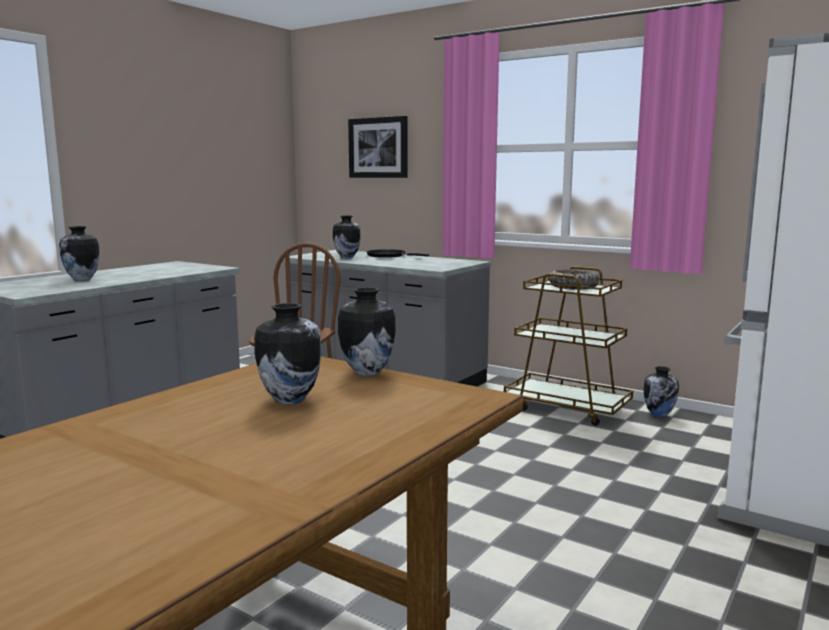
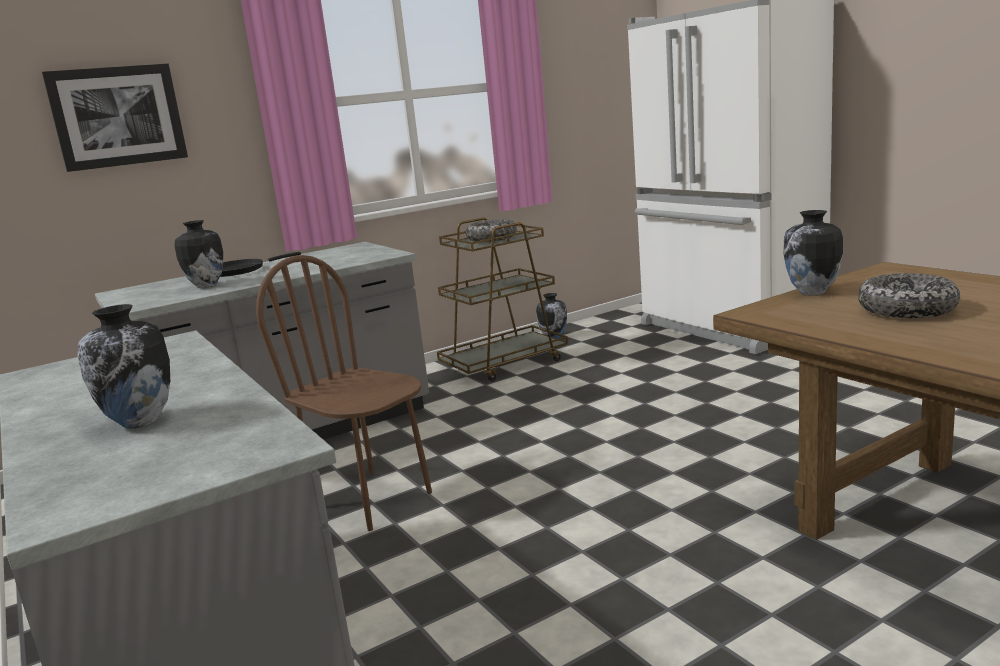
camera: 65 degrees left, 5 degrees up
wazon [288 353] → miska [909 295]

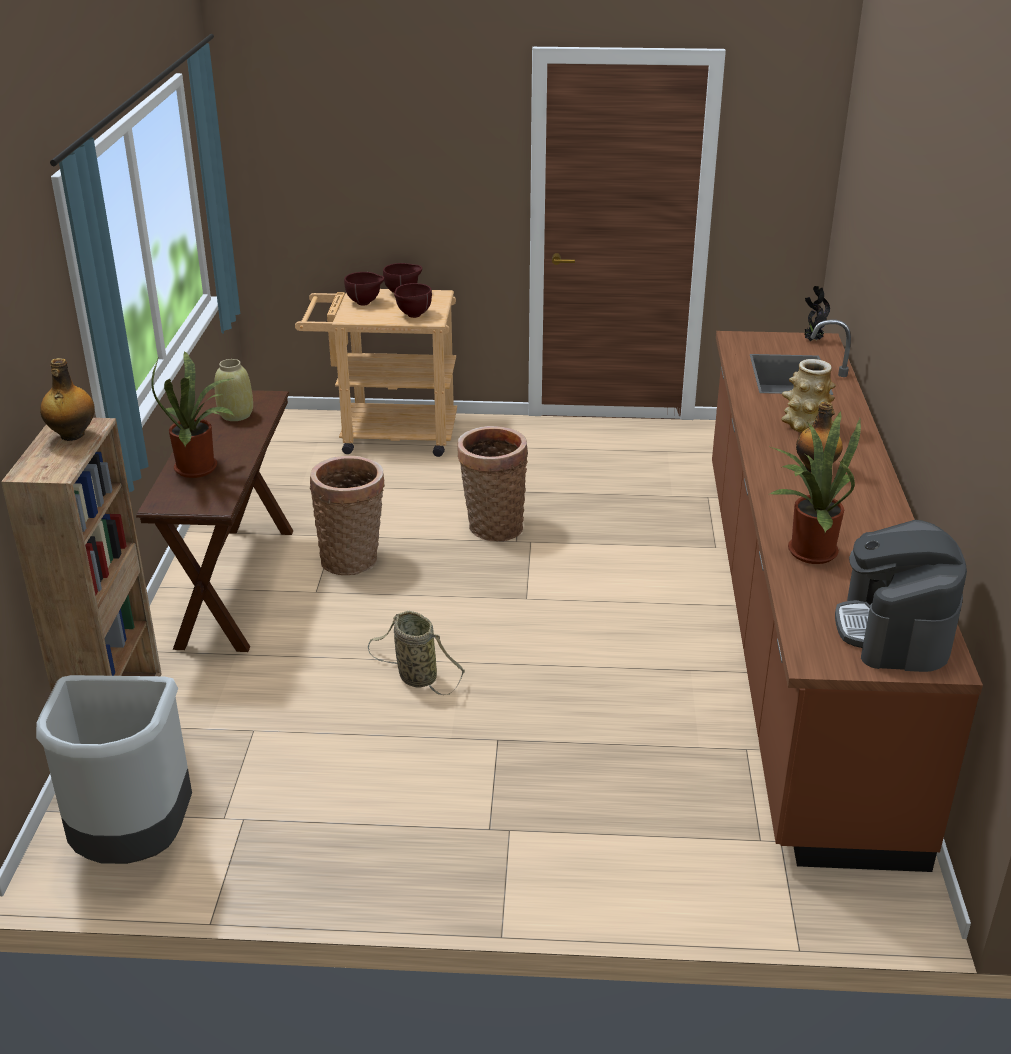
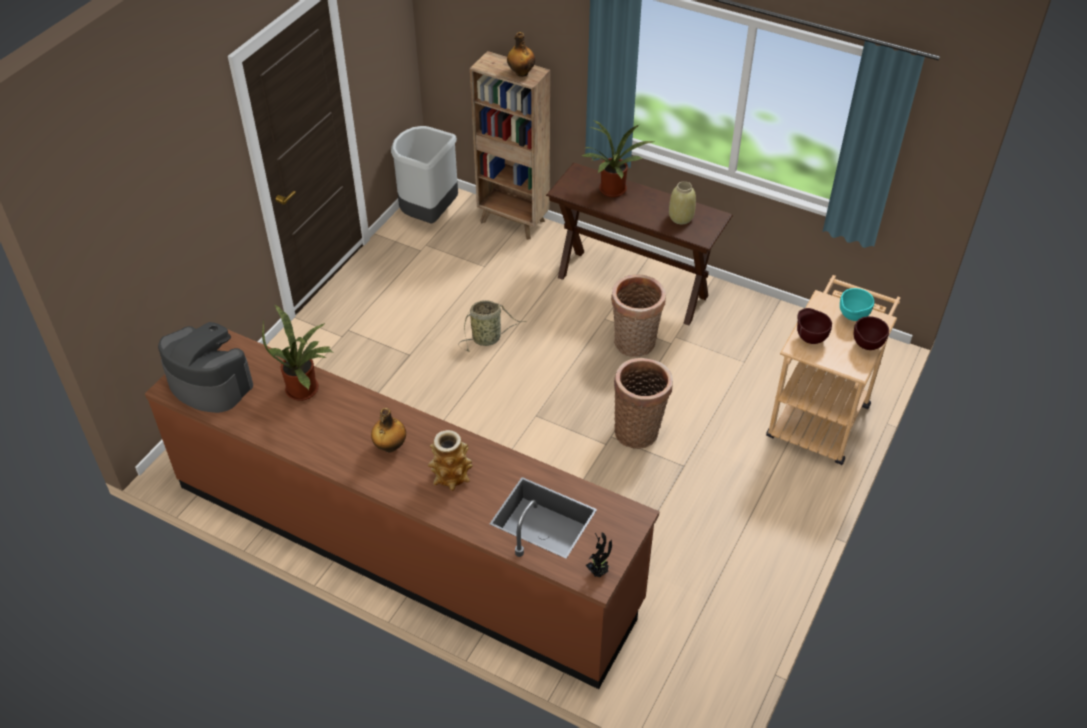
camera: 115 degrees right, 15 degrees up
miska (brązowy) [364 288] → miska (turkusowy) [857 304]

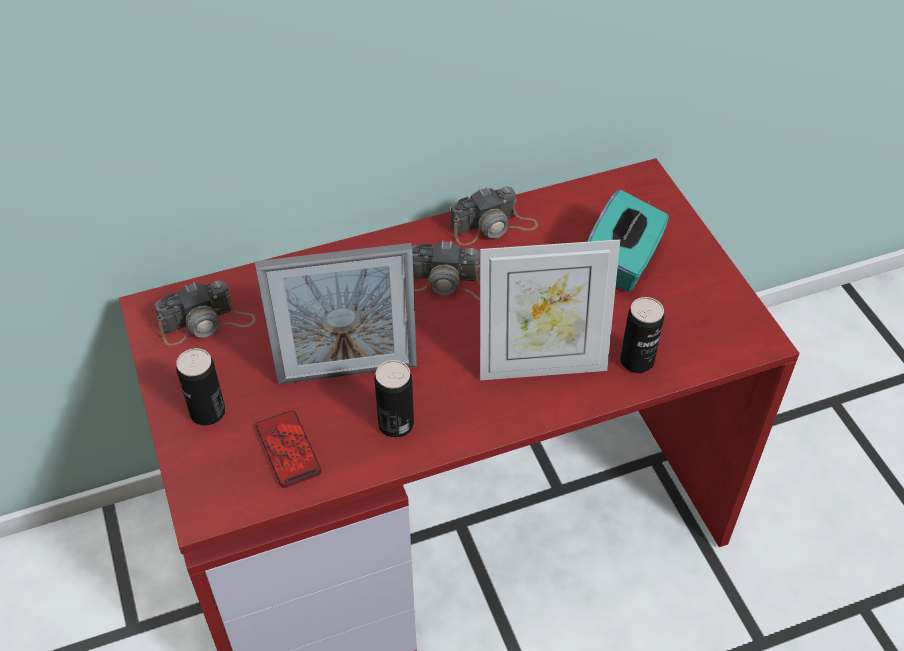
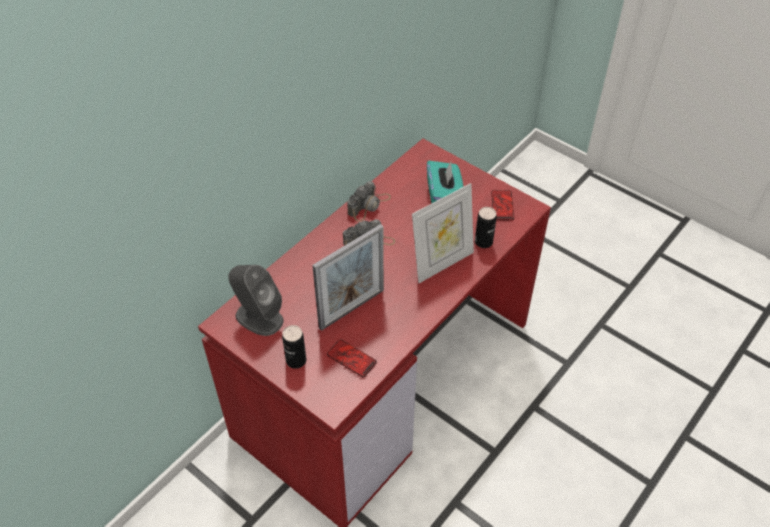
camera: 30 degrees left, 0 degrees up
aparat fotograficzny [205 313] → głośnik (szary) [256 300]
puszka [394 399] → -
- → telefon [502 205]

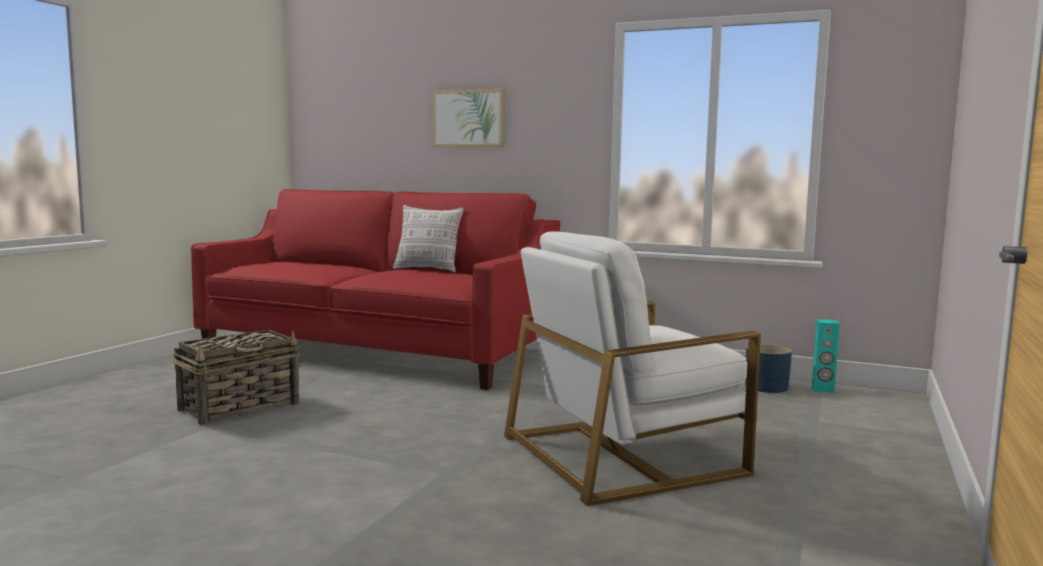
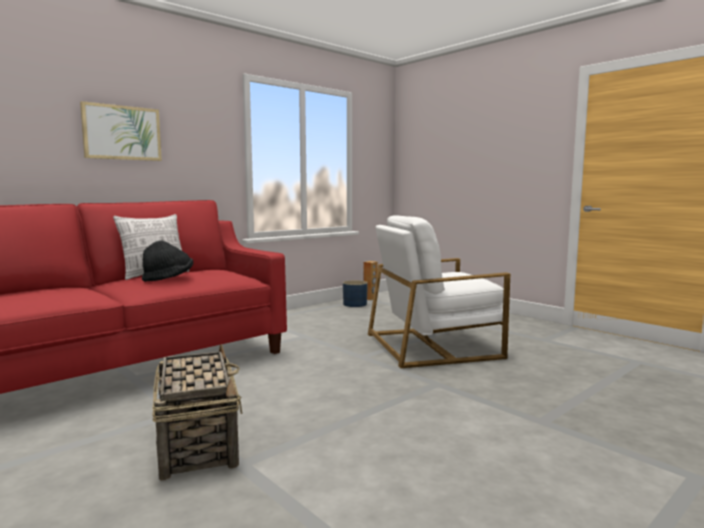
camera: 65 degrees left, 0 degrees up
fotel (biały) [632 368] → fotel (biały) [439 291], 75 degrees clockwise
głośnik (turkusowy) [826 356] → głośnik (brązowy) [371 280]
- → kapelusz (czarny) [167 261]

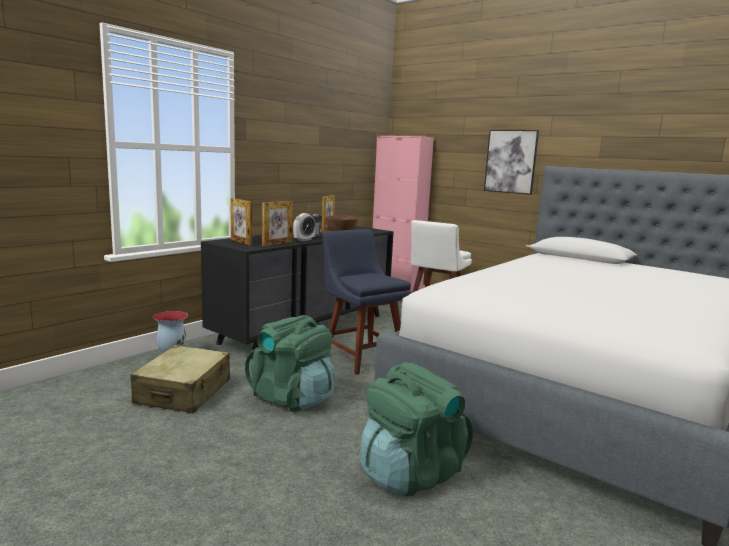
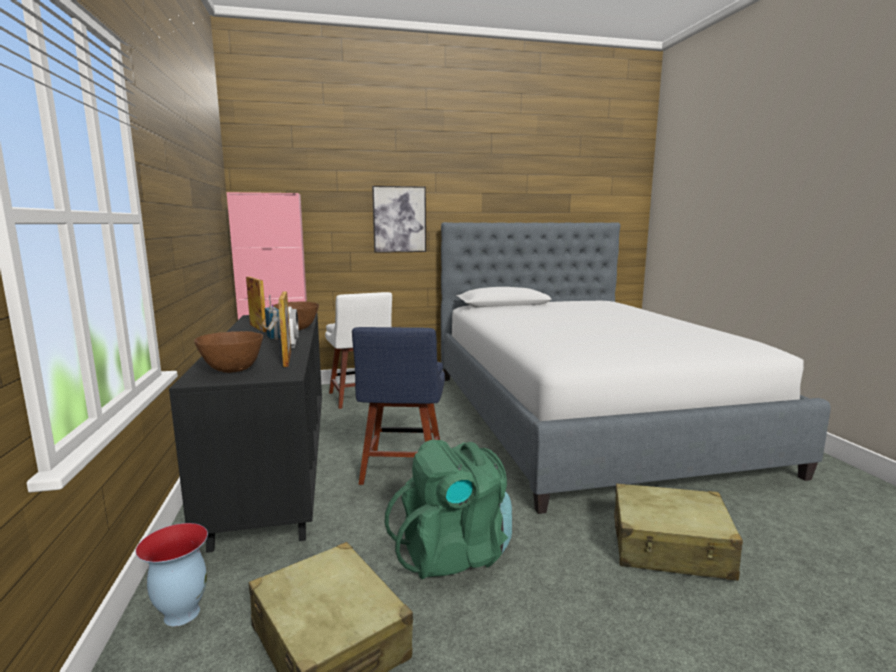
camera: 50 degrees left, 0 degrees up
ramka na zdjęcie [241 221] → miska (brązowy) [228 352]
krzesło (niebieski) [367 302] → krzesło (niebieski) [398 406], 90 degrees counterclockwise
plecak (zielony) [416 429] → walizka (beżowy) [678 532]

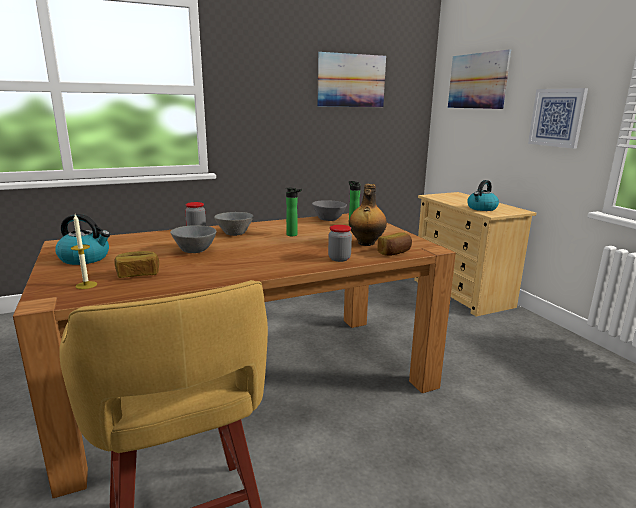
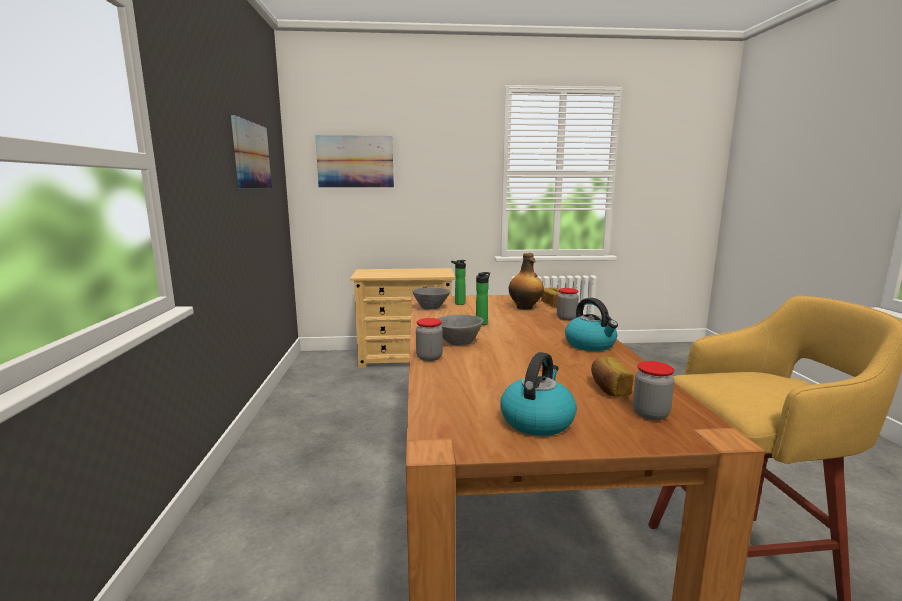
camera: 70 degrees left, 5 degrees down
obraz [558 118] → -
czajnik [483 195] → czajnik [591 324], moved
świeca [84 251] → słoik [653 390]
miska (szary) [193 239] → -

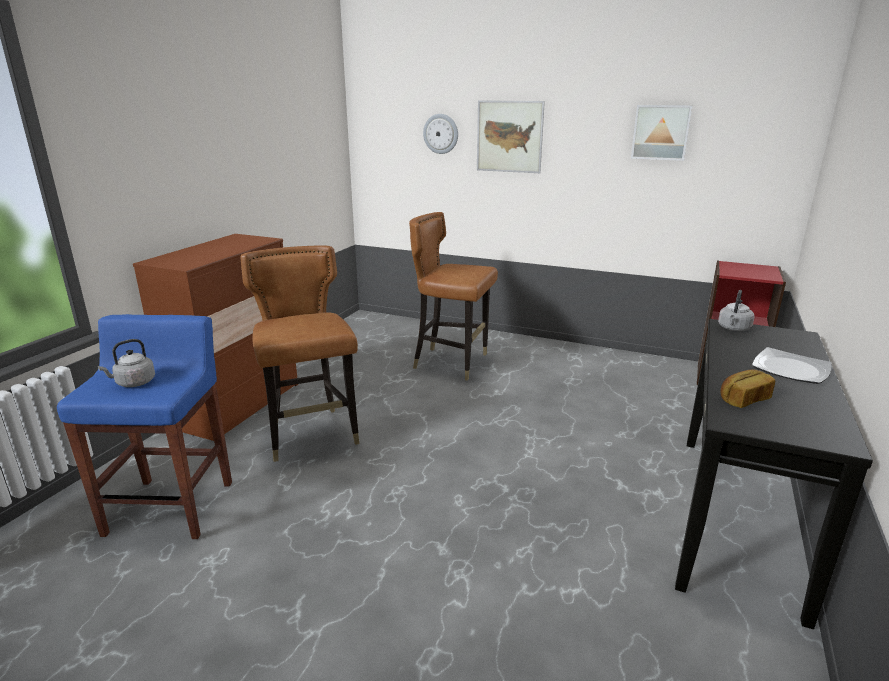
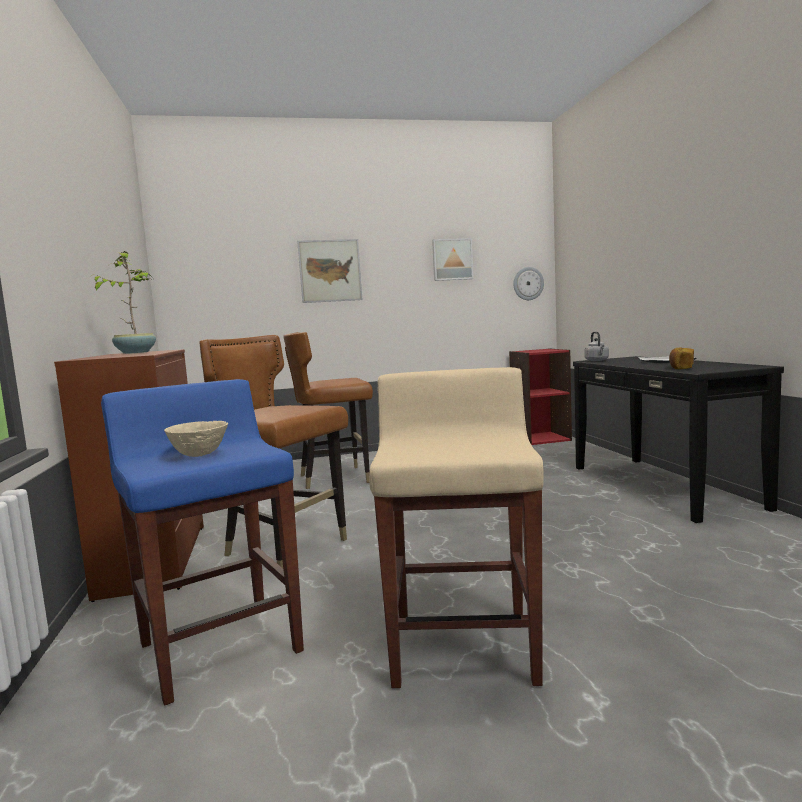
camera: 35 degrees left, 15 degrees down
zegar ścienny [440 134] → zegar ścienny [528 283], moved
czajnik (szary) [126 363] → miska (beżowy) [196 439]
- → roślina doniczkowa [123 302]
- → stołek (beżowy) [456 527]

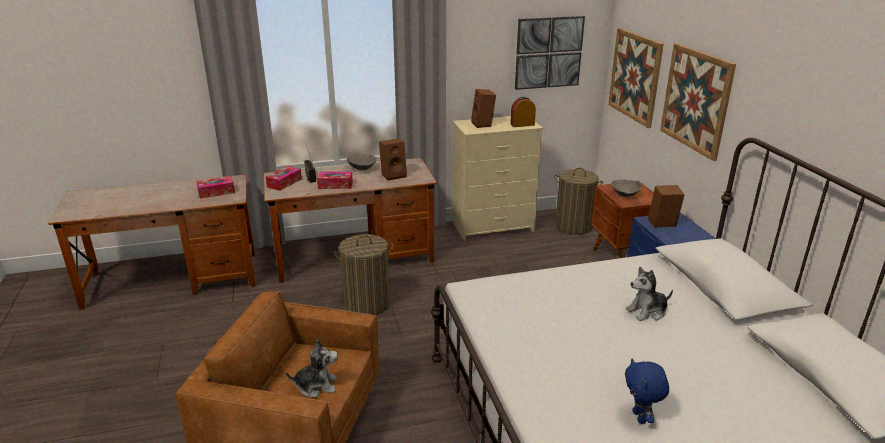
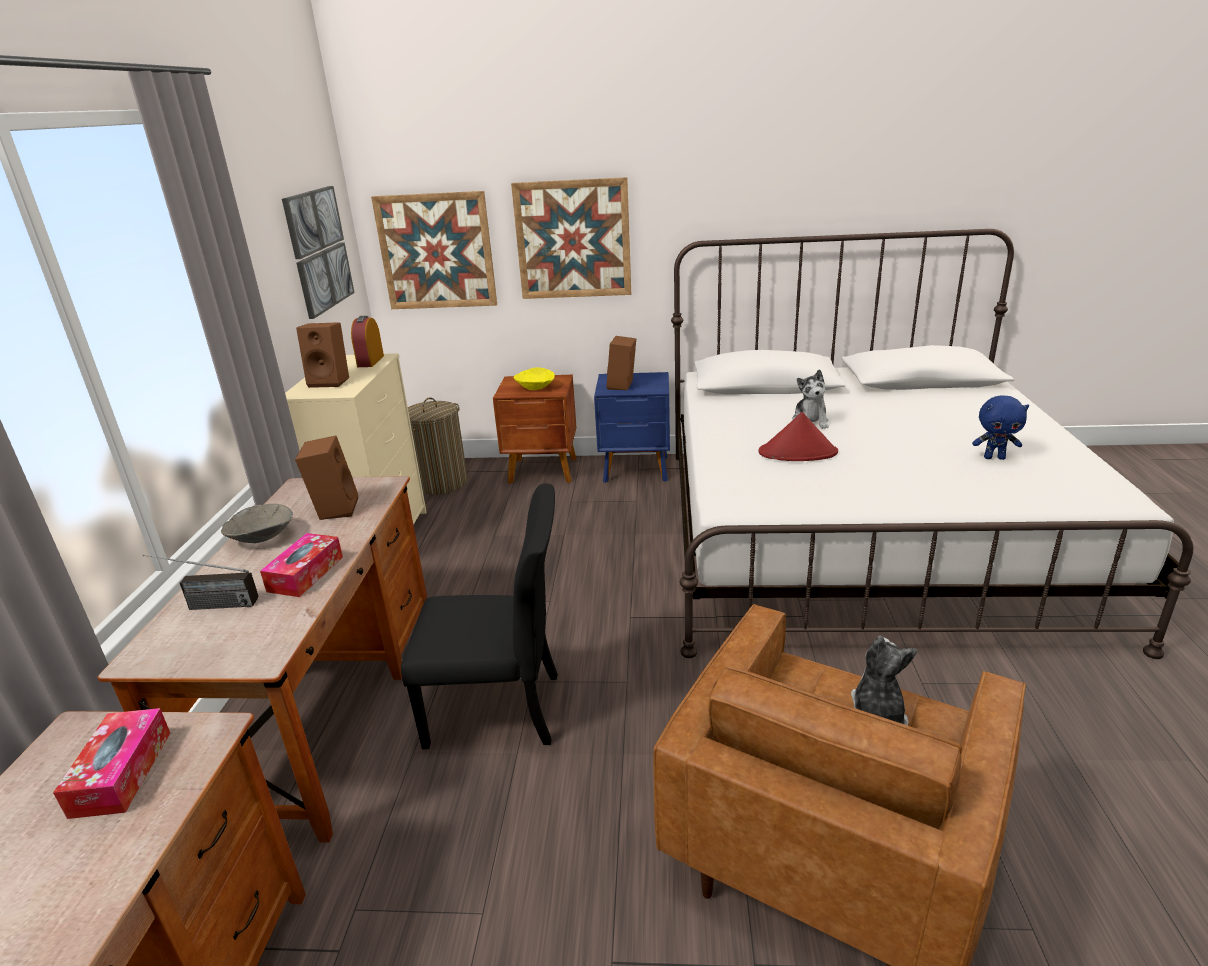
camera: 70 degrees left, 0 degrees up
pudełko chusteczek [284 178] → -
miska (szary) [626 188] → miska (żółty) [534 379]
kosz na pranie [363 274] → krzesło (czarny) [479 616]
- → kapelusz (czerwony) [798 436]

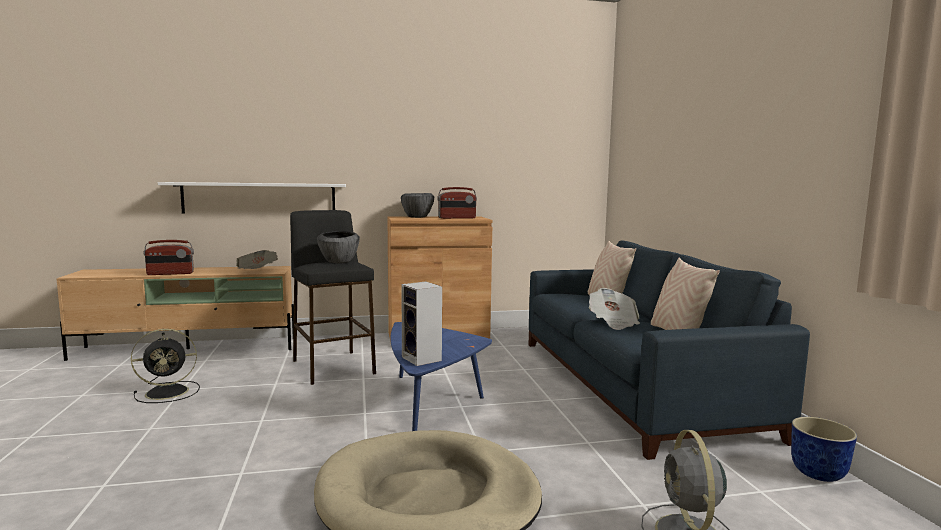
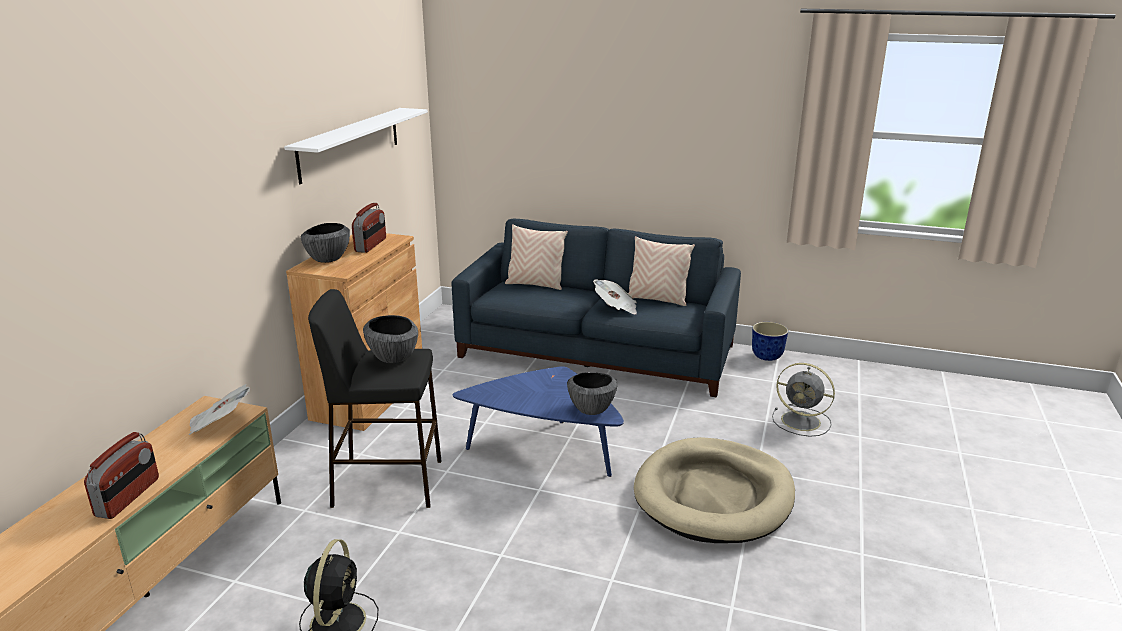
camera: 60 degrees left, 15 degrees up
półka (biały) [252 198] → półka (biały) [356 146], moved
głośnik [421 324] → miska [592 393]

